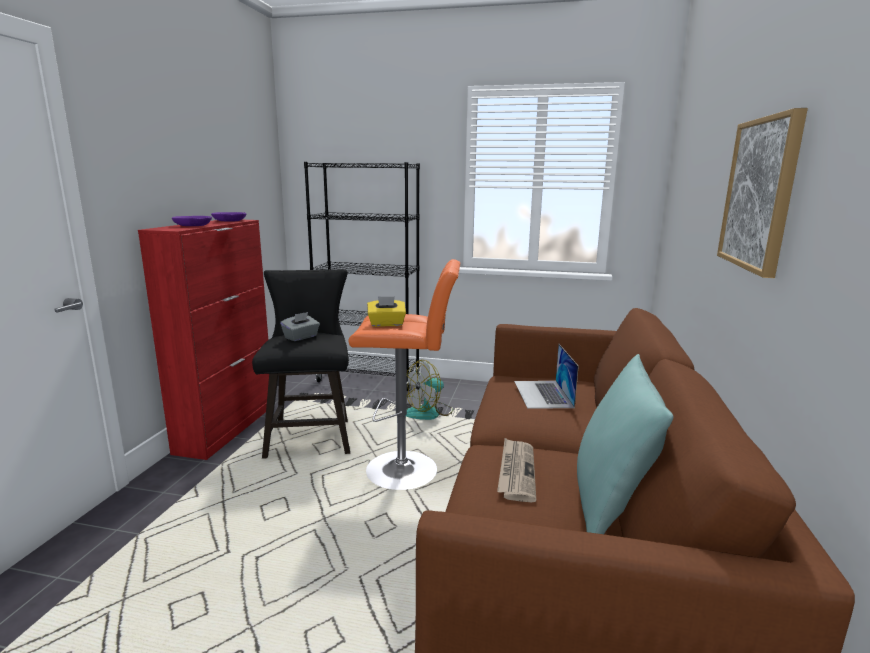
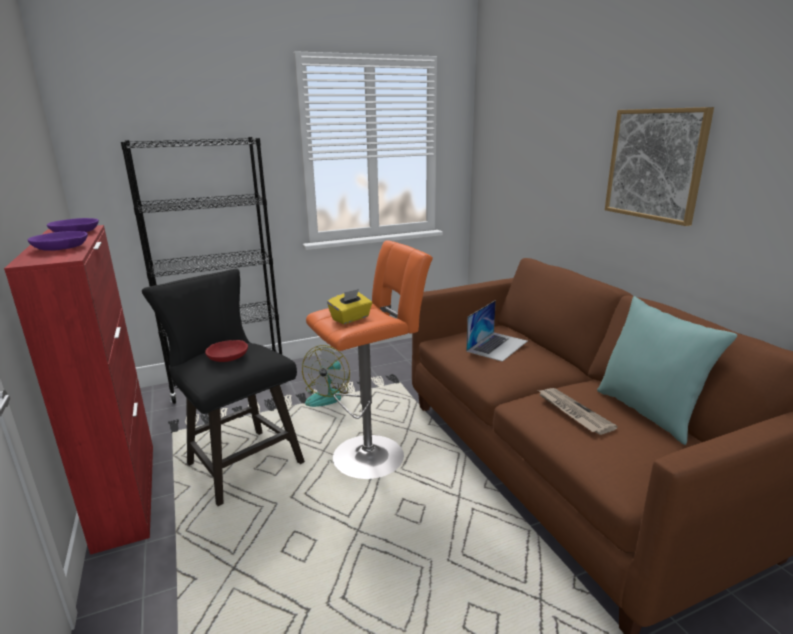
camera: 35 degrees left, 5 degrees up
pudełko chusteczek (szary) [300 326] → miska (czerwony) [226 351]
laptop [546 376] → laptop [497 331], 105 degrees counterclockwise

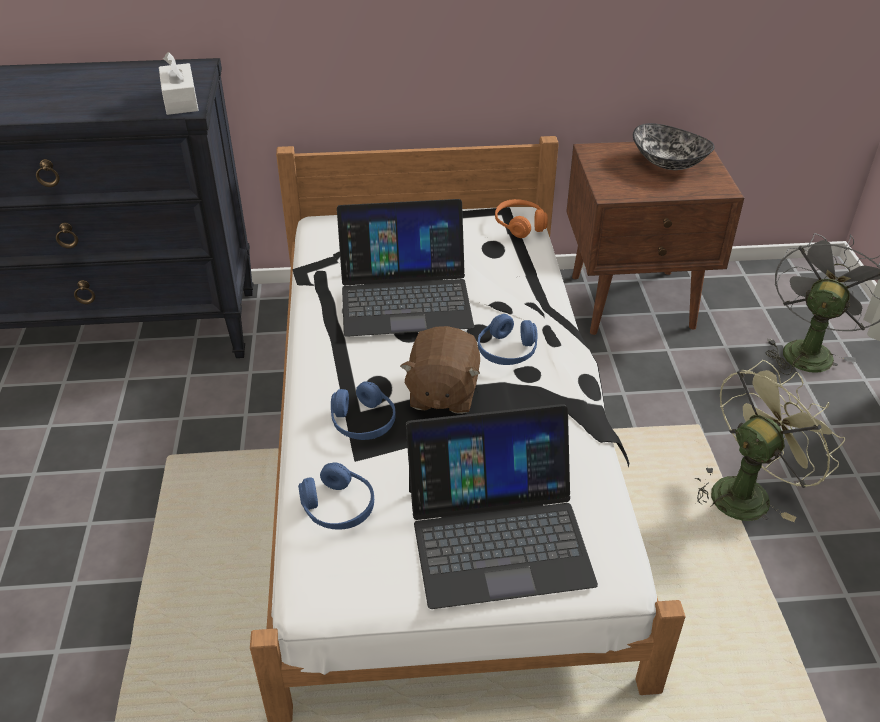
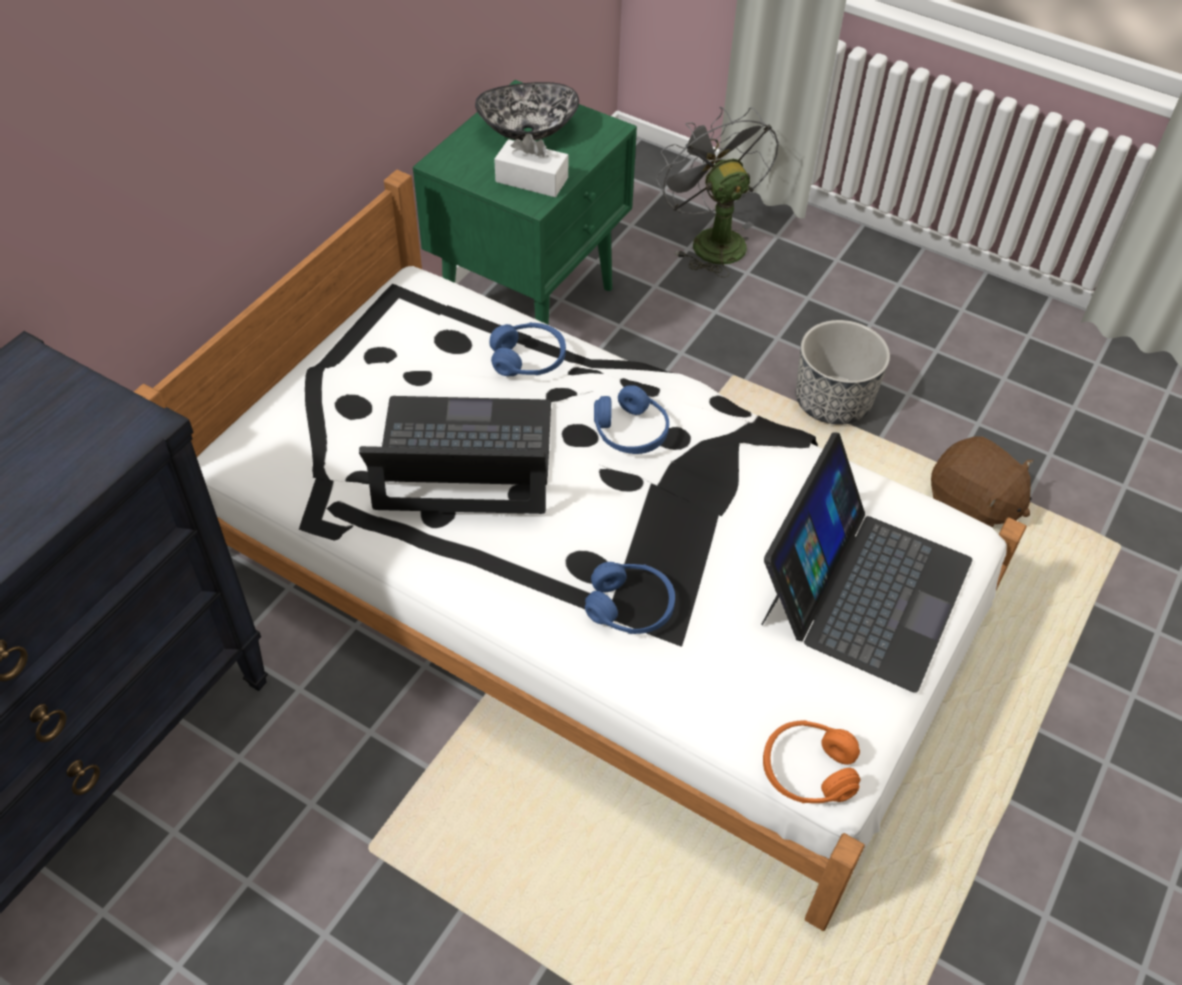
camera: 55 degrees left, 10 degrees up
pudełko chusteczek (biały) [179 83] → pudełko chusteczek (biały) [531 165], moved
szafka nocna (brązowy) [655 238] → szafka nocna (zielony) [525 202]
laptop [405 268] → laptop [455 455], 120 degrees counterclockwise
słuchawki (pomarańczowy) [521 218] → słuchawki (pomarańczowy) [812 761], moved
pluszak (brązowy) [440 370] → pluszak (brązowy) [982 481], moved
wentylator (zielony) [770 441] → donica [843 372]
słuchawki (niebieski) [336 496] → słuchawki (niebieski) [527 349], moved

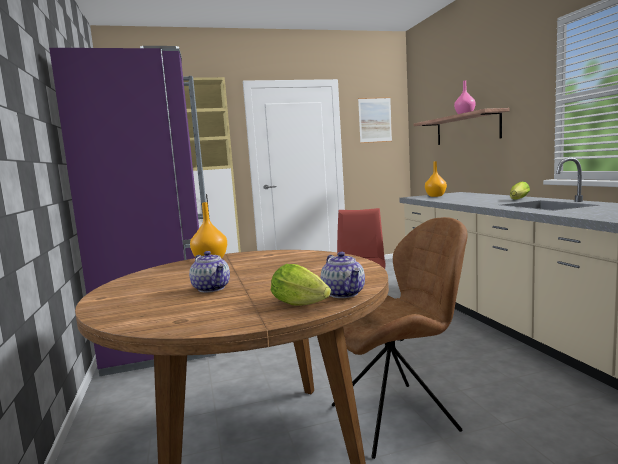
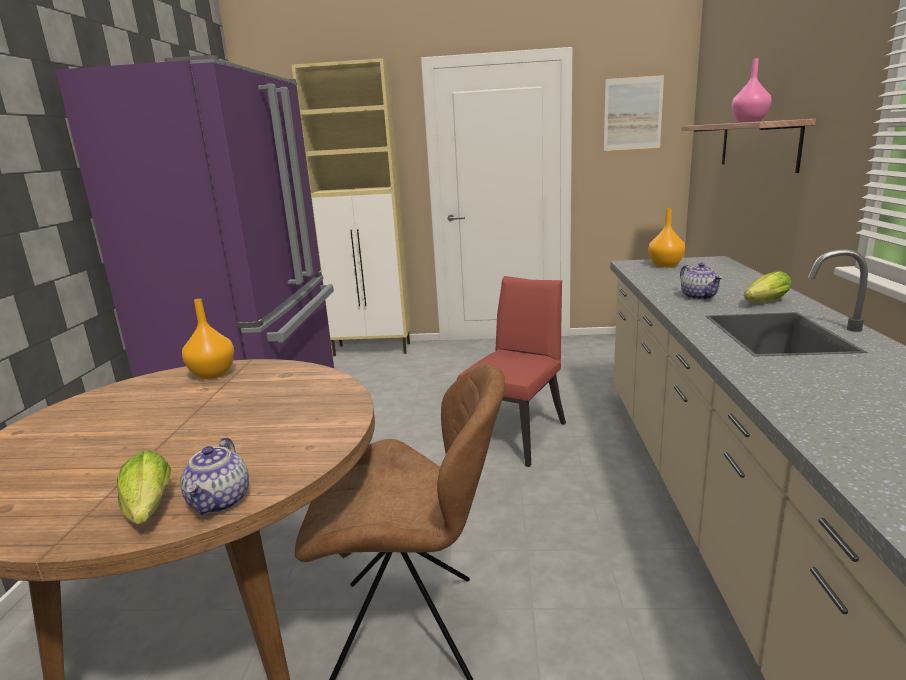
camera: 20 degrees right, 10 degrees up
imbryk [209 271] → imbryk [701 281], moved

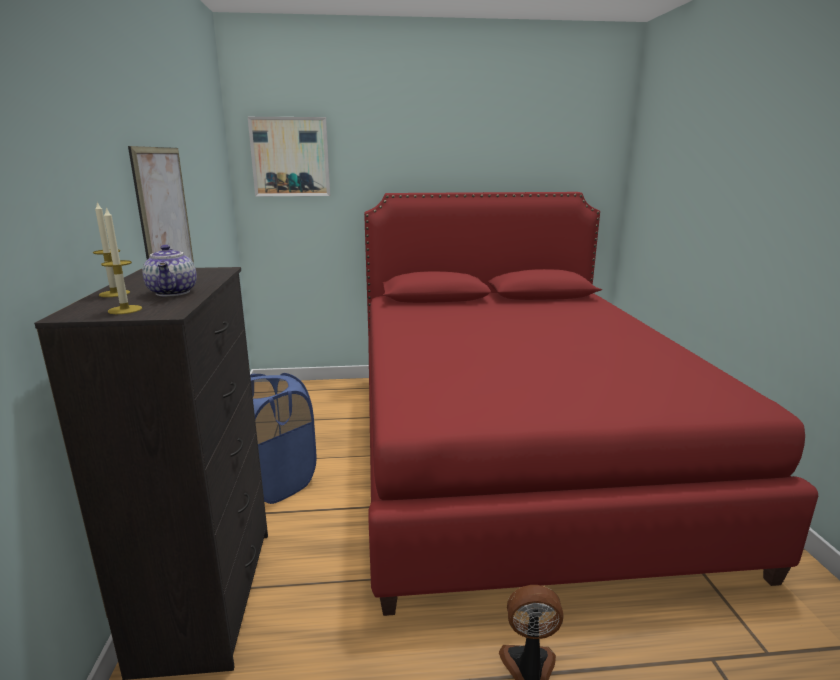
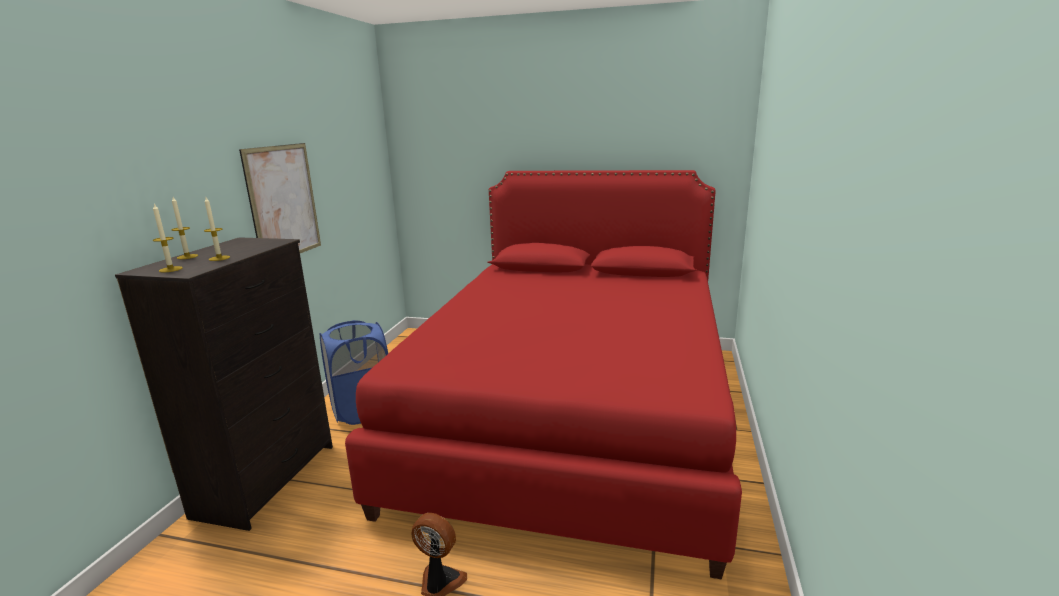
camera: 20 degrees right, 0 degrees up
obraz [289 156] → -
imbryk [169 270] → świeca [217 229]

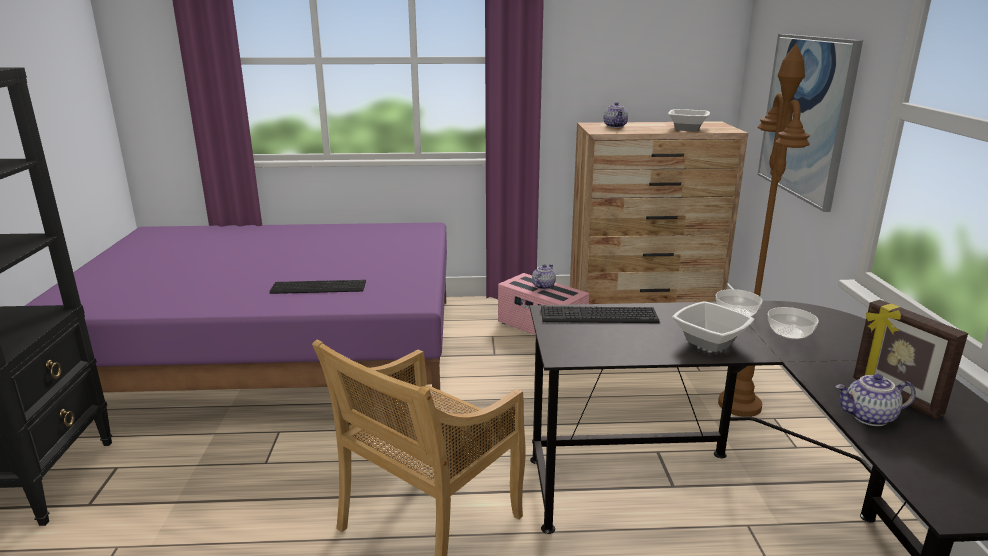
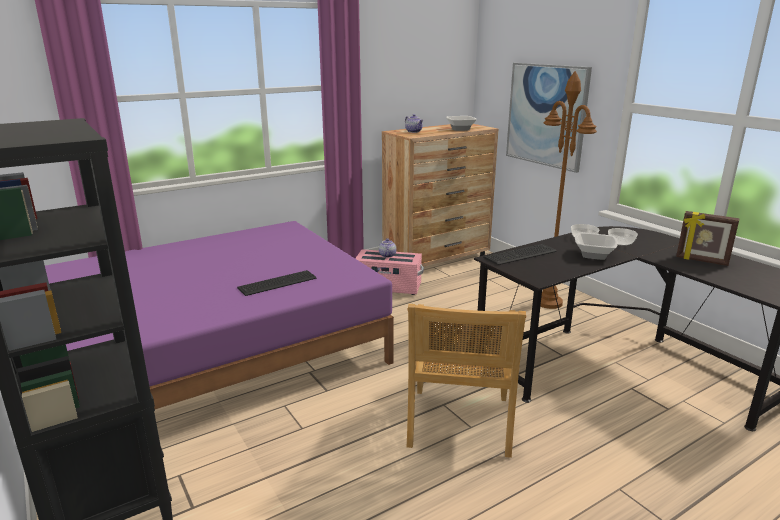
camera: 30 degrees left, 0 degrees up
imbryk [875 400] → -

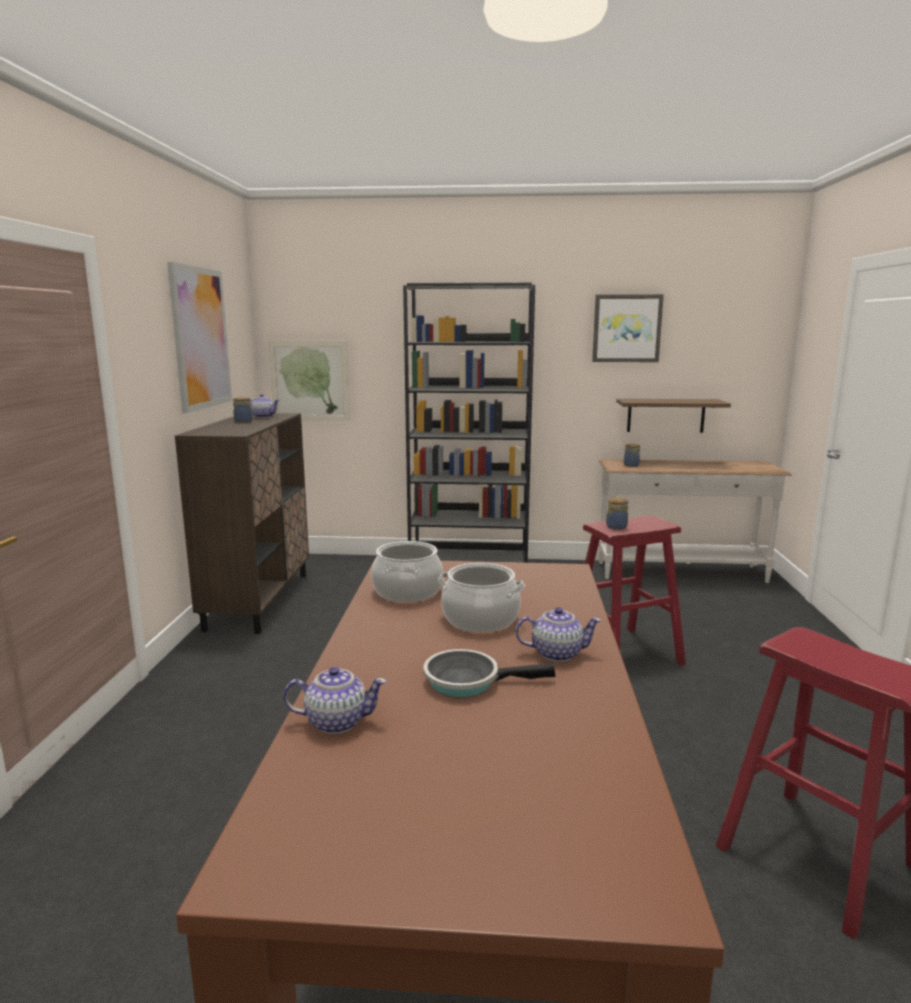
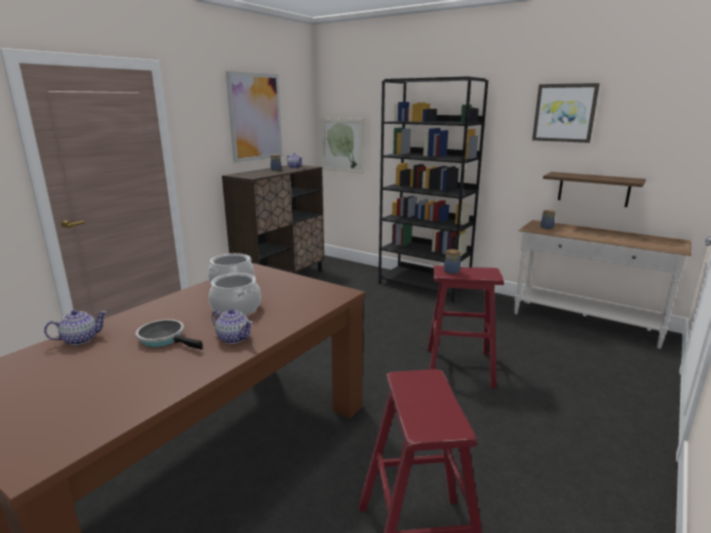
camera: 30 degrees right, 5 degrees up
imbryk [335 700] → imbryk [75 327], 60 degrees counterclockwise

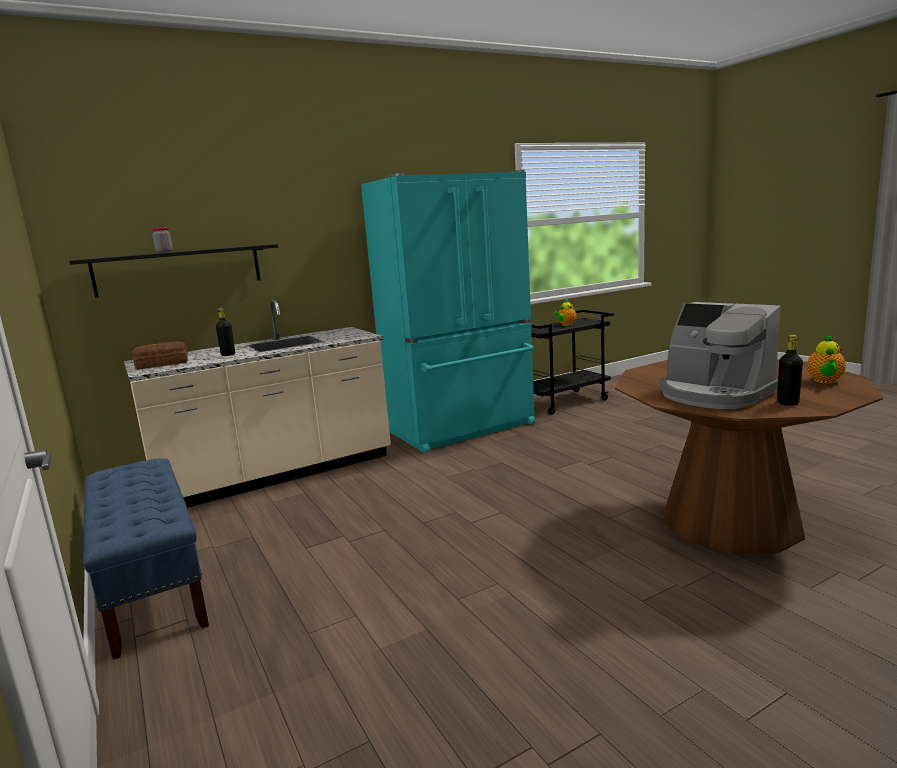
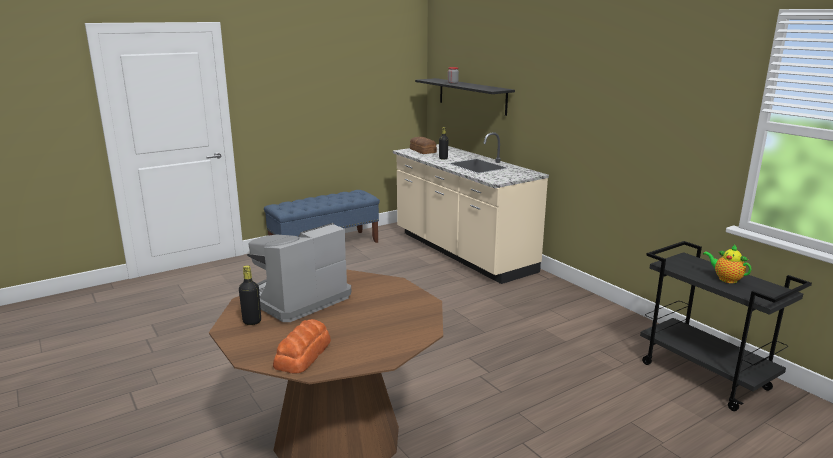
camera: 85 degrees right, 5 degrees up
lodówka (turkusowy) [448 311] → -
imbryk [826 358] → chleb [302 346]

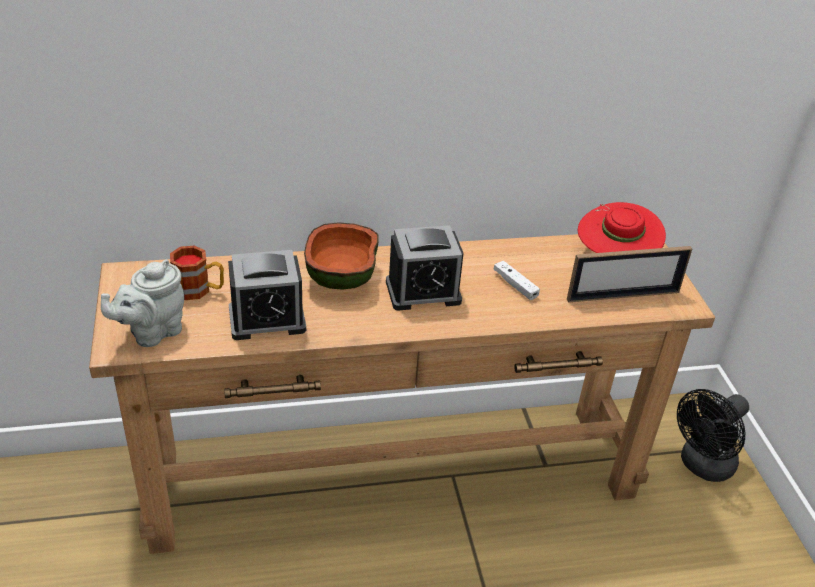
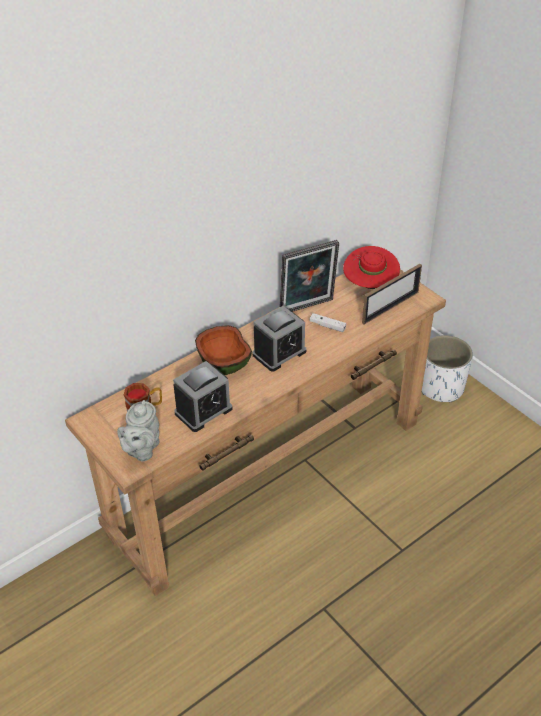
camera: 25 degrees left, 5 degrees up
wentylator (czarny) [713 435] → donica (biały) [447 369]
- → ramka na zdjęcie [309 276]

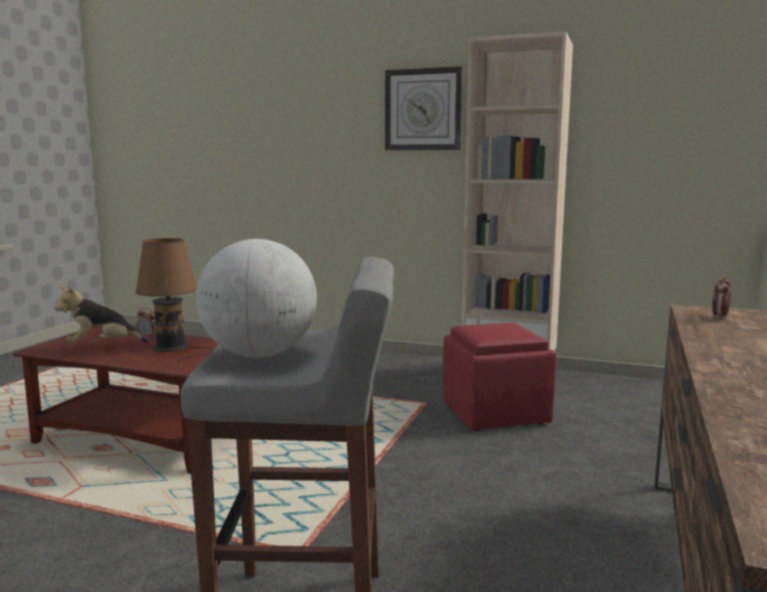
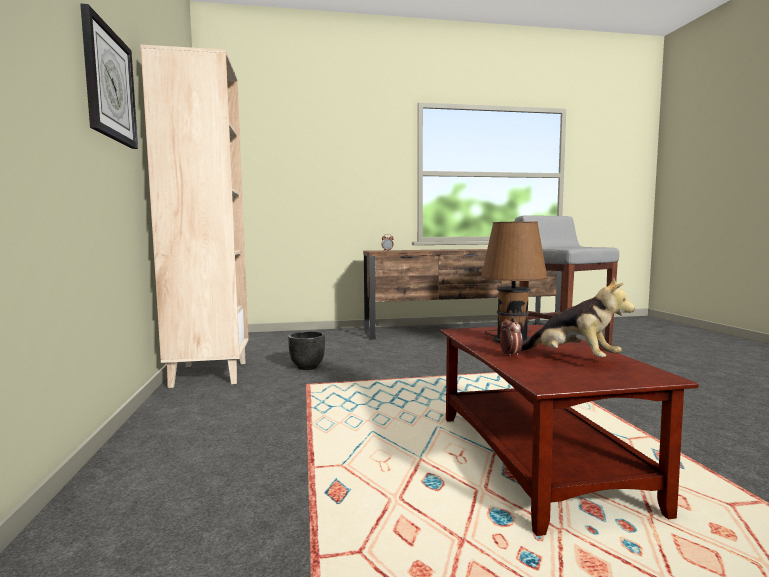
camera: 120 degrees left, 5 degrees down
globus [256 298] → -
pufa (czerwony) [499 377] → donica (czarny) [306 350]

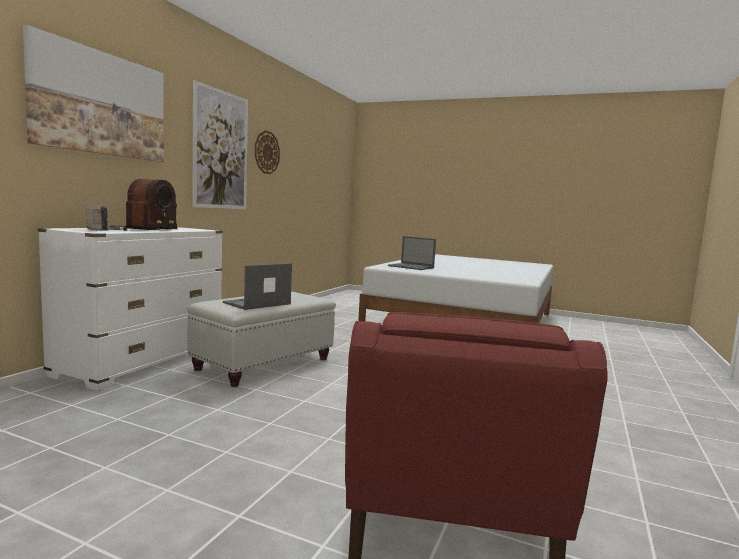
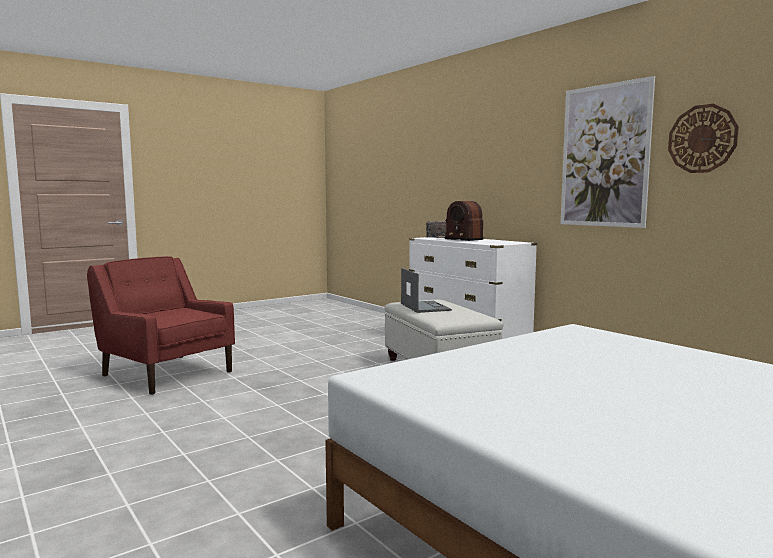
camera: 120 degrees right, 0 degrees up
obraz [93 93] → -
laptop [412 253] → -

